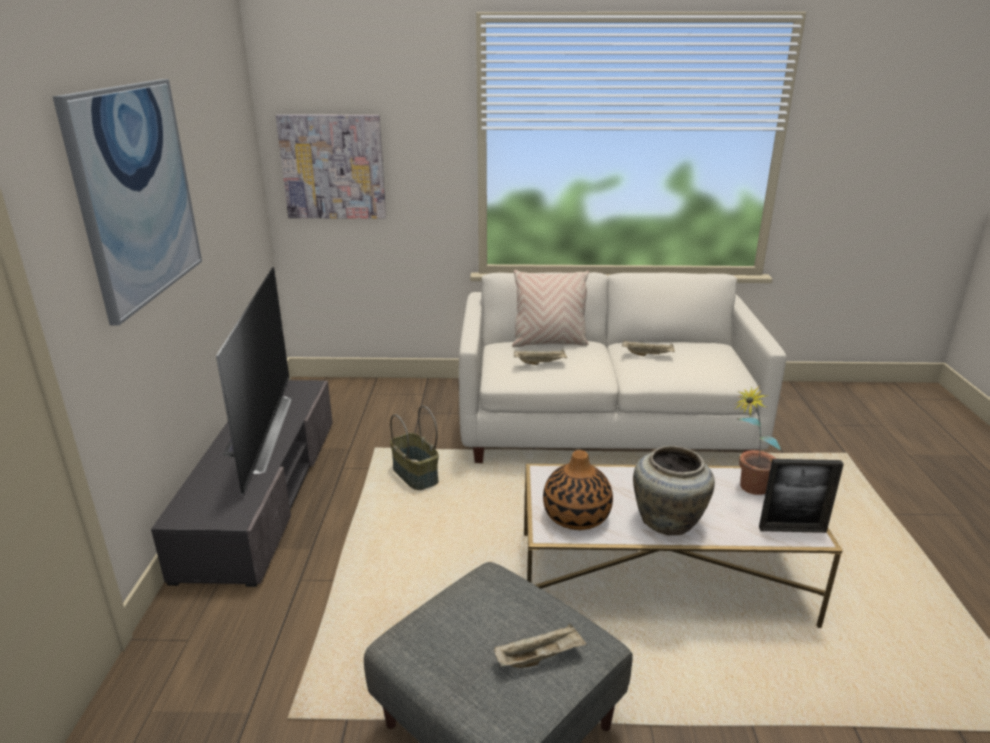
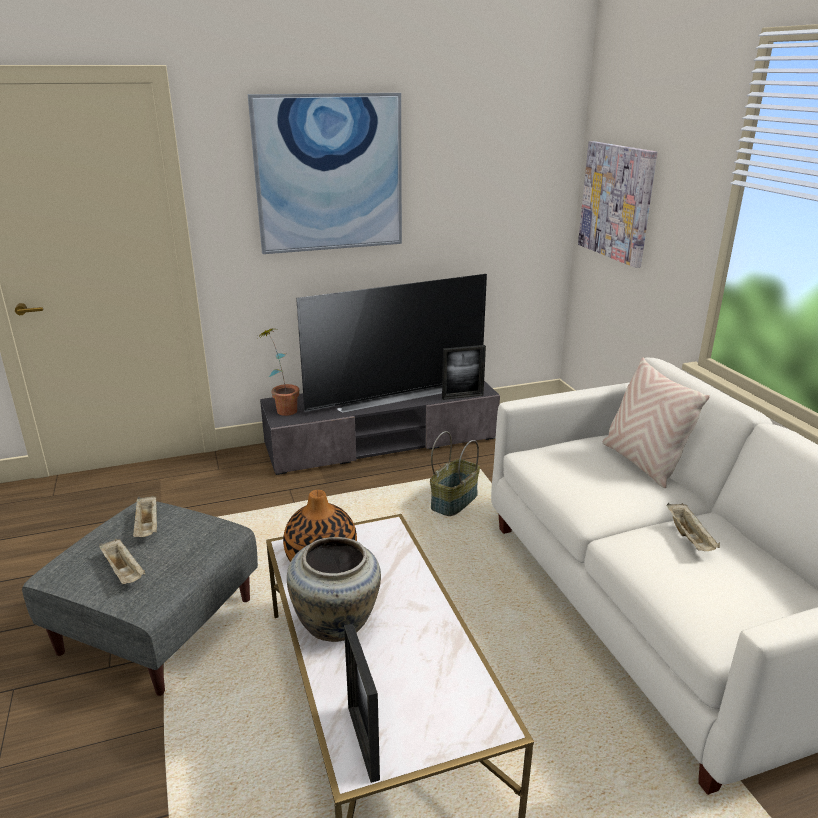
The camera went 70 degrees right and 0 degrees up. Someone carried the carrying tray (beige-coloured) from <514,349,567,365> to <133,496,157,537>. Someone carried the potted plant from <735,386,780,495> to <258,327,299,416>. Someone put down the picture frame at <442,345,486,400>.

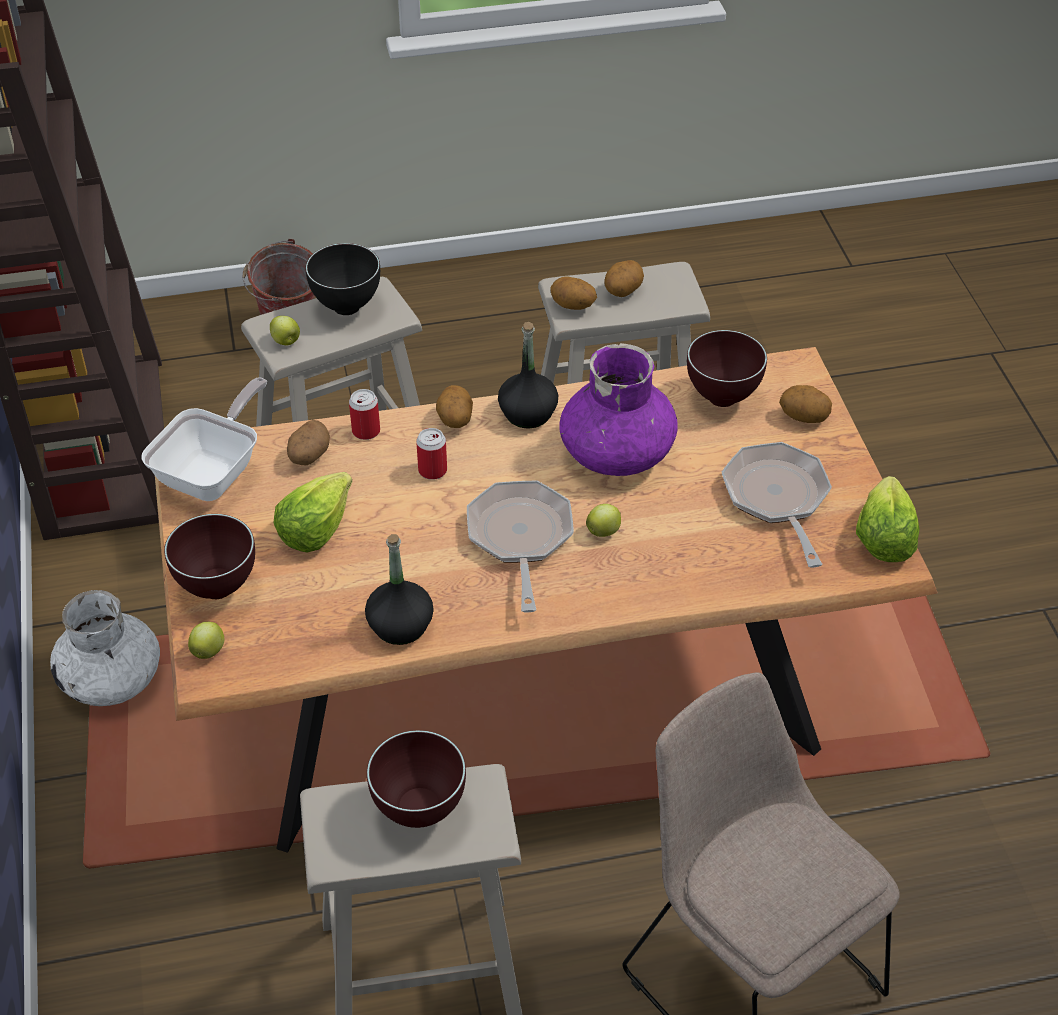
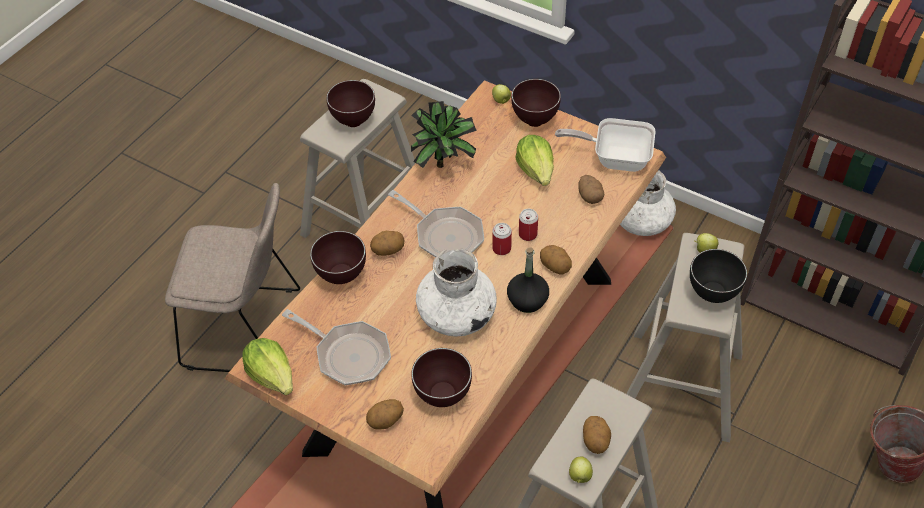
The camera went 135 degrees right and 5 degrees up. Someone put down the deep dish (brown) at <310,231,366,284>. Someone carried the spud from <550,277,597,310> to <370,231,404,256>. Someone swapped the beverage bottle (black-coloured) at <365,534,434,645> for the potted plant at <411,101,477,168>. Someone repainted the decorative vase (purplish) at <559,343,677,476>, which became the decorative vase (white-coloured) at <416,248,497,337>. Someone carried the metal can from <349,389,380,440> to <492,223,512,255>. Someone rotated the skillet at <141,378,267,501> by 120 degrees clockwise. Someone carried the whole apple from <586,504,621,537> to <569,457,593,483>.

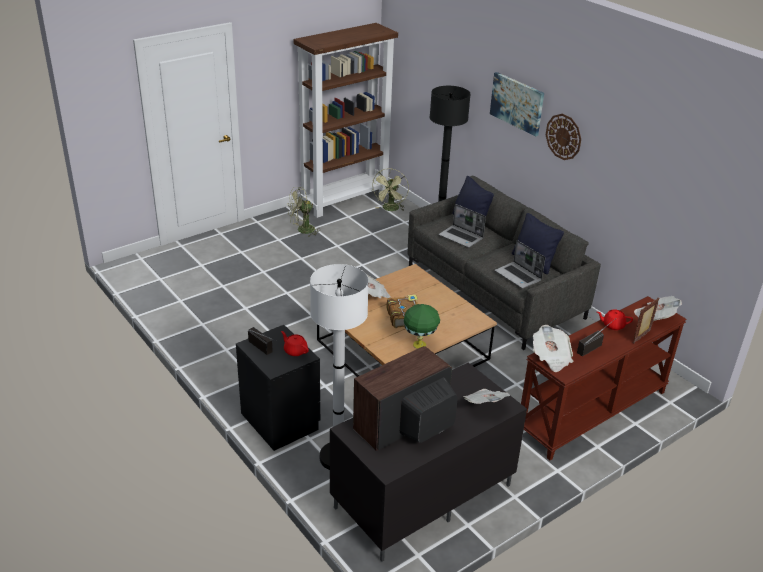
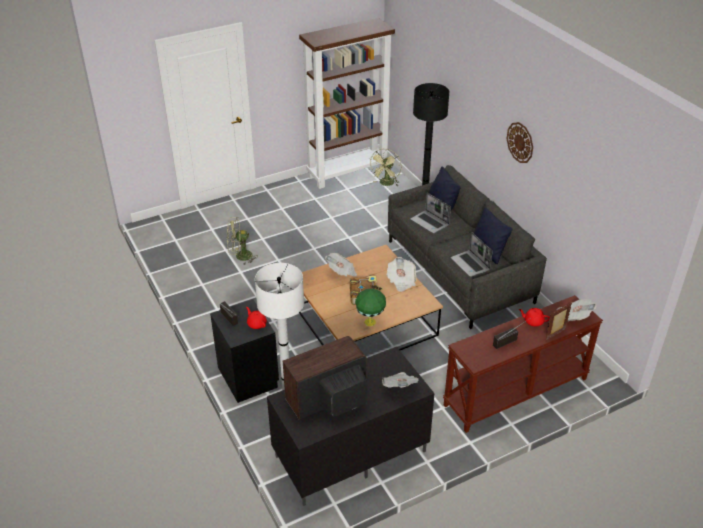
The camera went 10 degrees right and 5 degrees up. Someone carried the electric fan (greenish) from <288,187,321,237> to <227,217,258,265>. Someone carried the newspaper from <533,325,574,372> to <387,257,416,292>. Someone took away the picture at <490,72,544,136>.

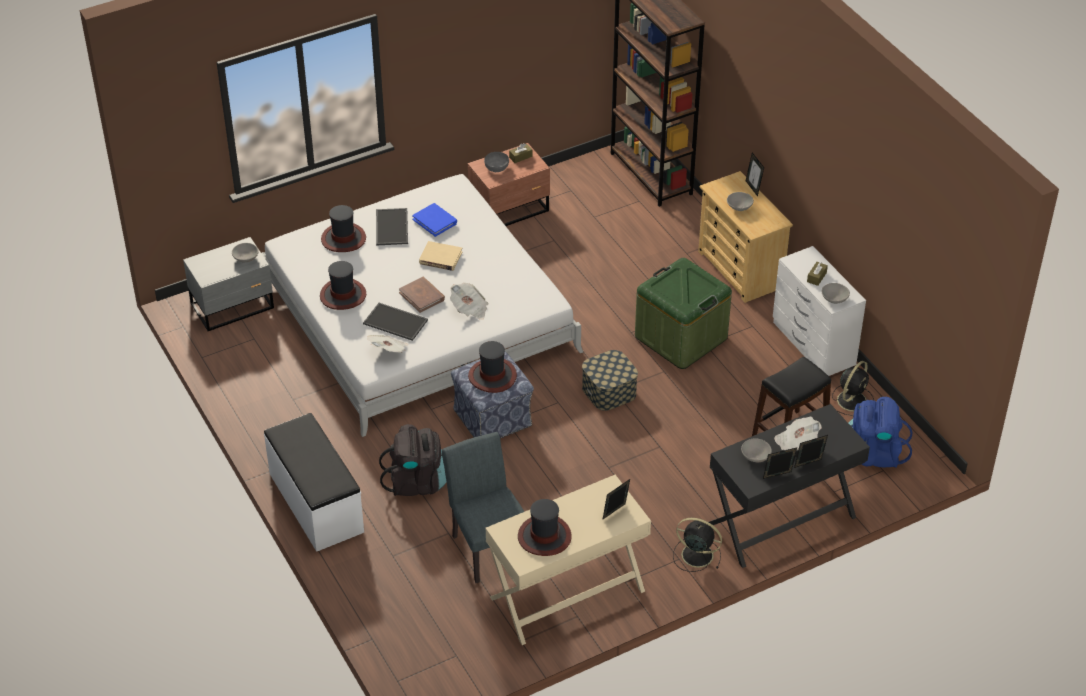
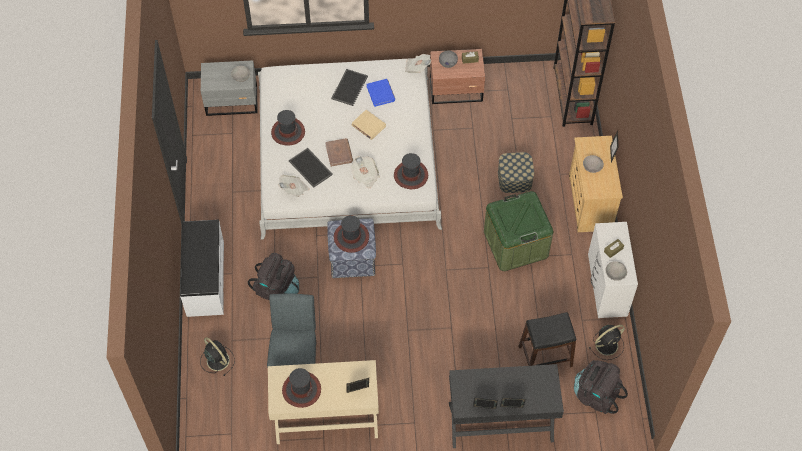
The camera went 25 degrees right and 15 degrees up. Someone carried the electric fan (black-coloured) from <673,518,722,572> to <200,337,235,376>. Someone carried the wearable hat from <321,205,366,252> to <394,153,428,189>. Someone carried the newspaper from <774,417,822,450> to <405,54,431,73>. Someone carried the storage bin from <582,350,638,411> to <498,152,534,193>. Someone repainted the rucksack (blue) at <849,397,912,468>, which became the rucksack (black-coloured) at <574,360,628,414>. Someone took away the deep dish (gray) at <741,438,772,462>.

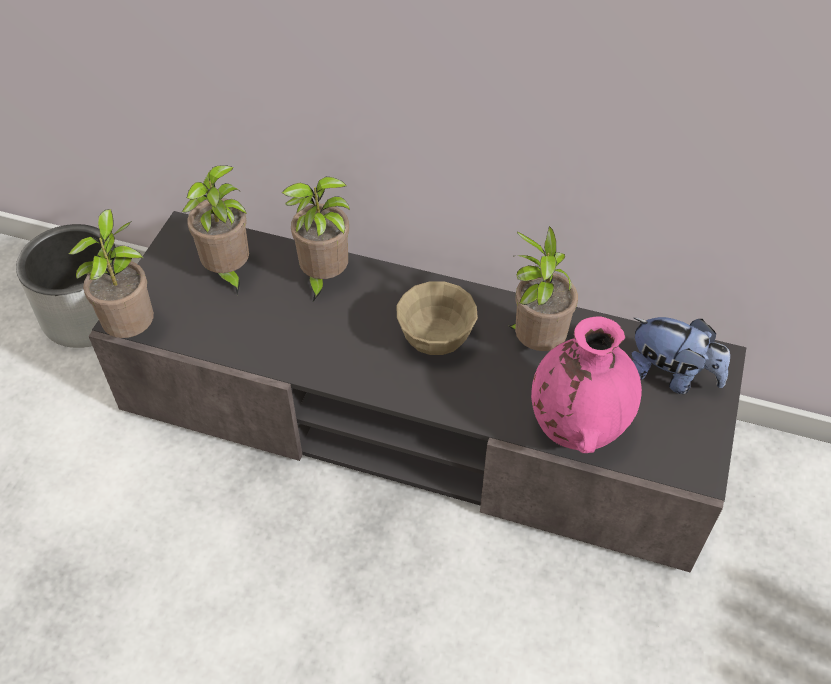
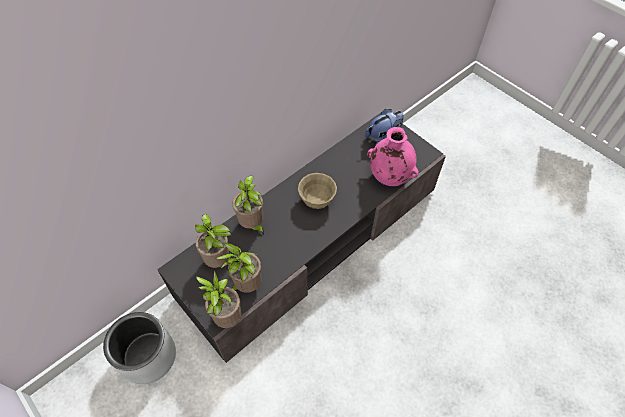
The camera went 60 degrees left and 5 degrees up. Someone carried the potted plant from <509,226,578,351> to <216,243,262,293>.

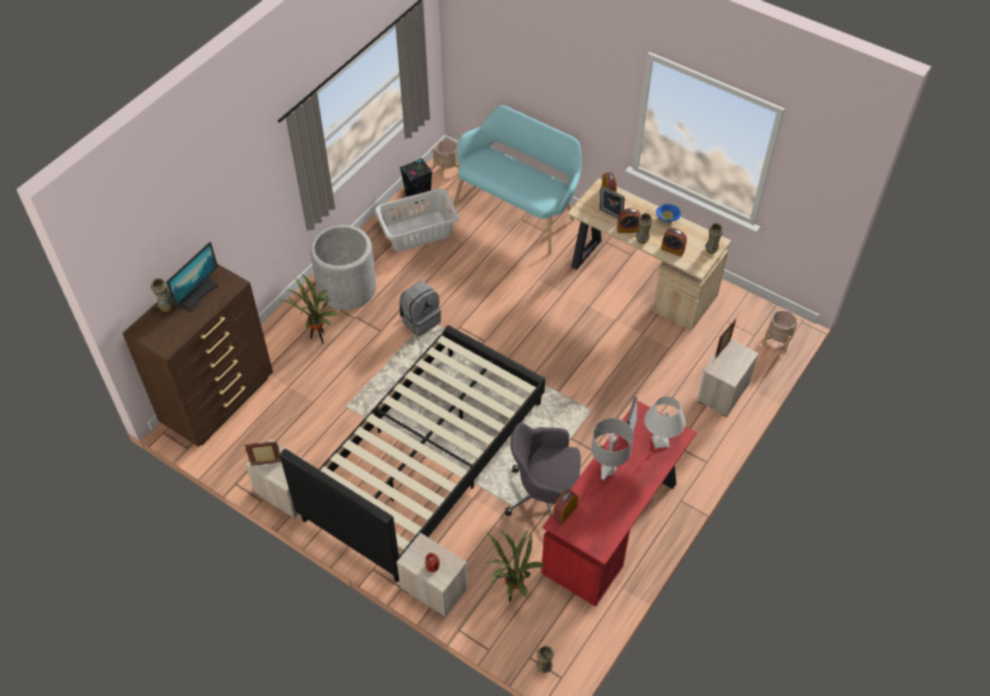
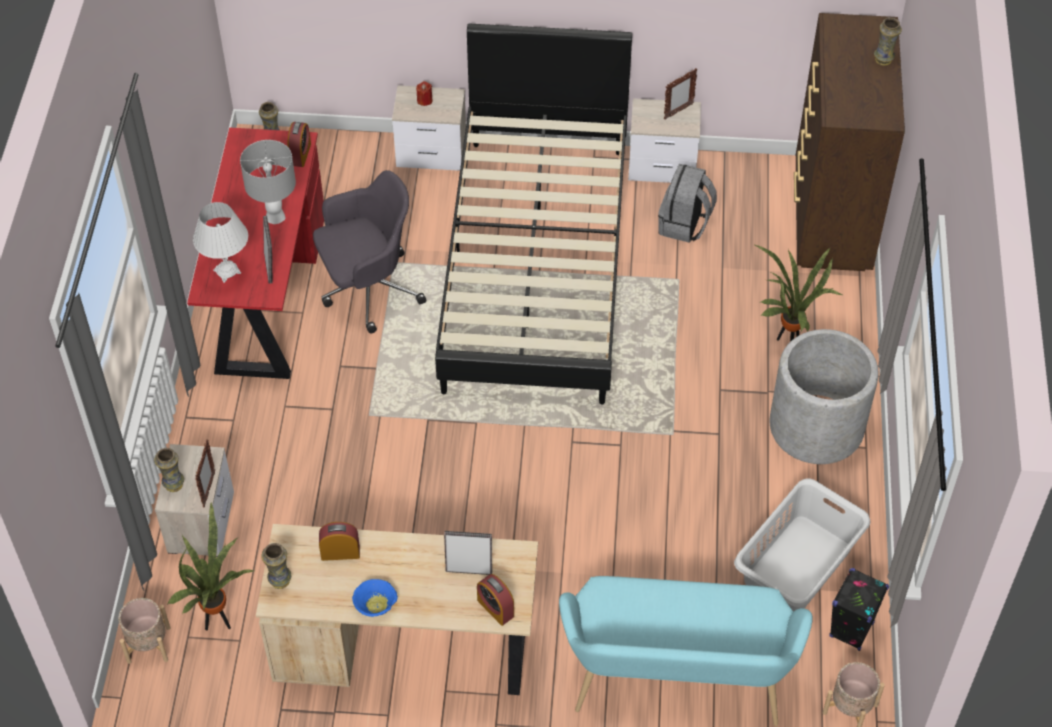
The camera went 150 degrees right and 0 degrees up. Someone carried the decorative vase from <636,213,653,244> to <154,448,184,492>. Someone carried the potted plant from <486,529,545,601> to <167,501,256,630>. Someone carried the rucksack (gray) from <399,281,441,337> to <658,164,717,243>. Someone took away the computer display at <166,242,218,310>. Someone took away the bedside clock at <617,208,641,233>.

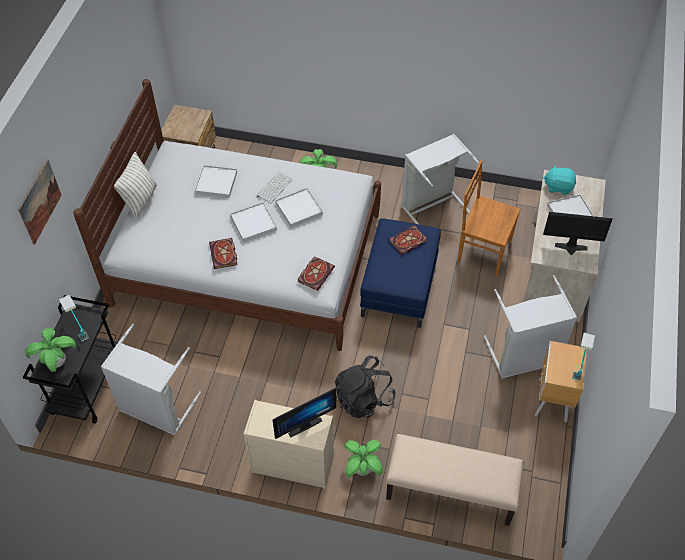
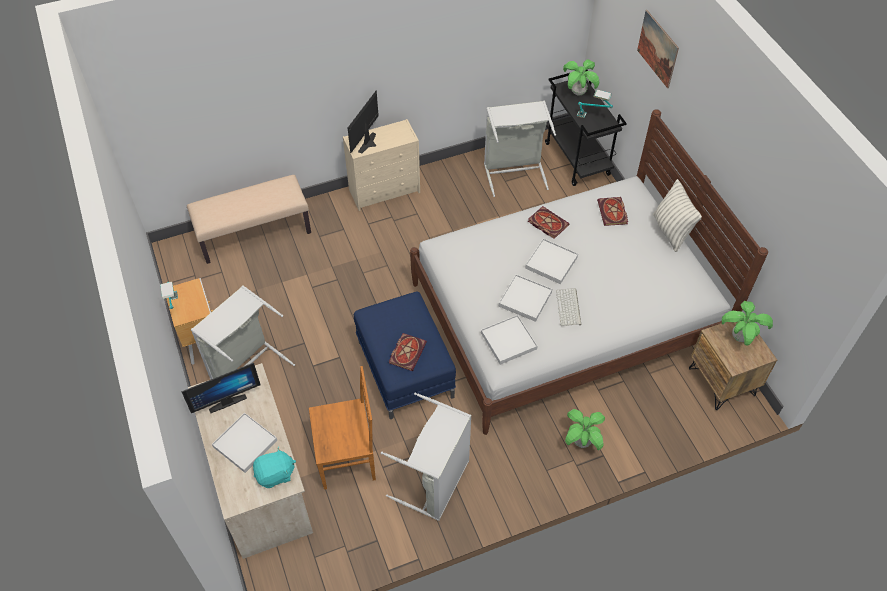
The camera went 145 degrees right and 0 degrees up. Someone carried the carrying tray (white-coloured) from <195,165,237,198> to <481,315,537,365>. Someone carried the book from <297,256,335,291> to <597,197,628,226>. Someone carried the potted plant from <344,440,383,478> to <722,301,773,345>. Someone took away the rucksack (black-coloured) at <335,356,396,418>.

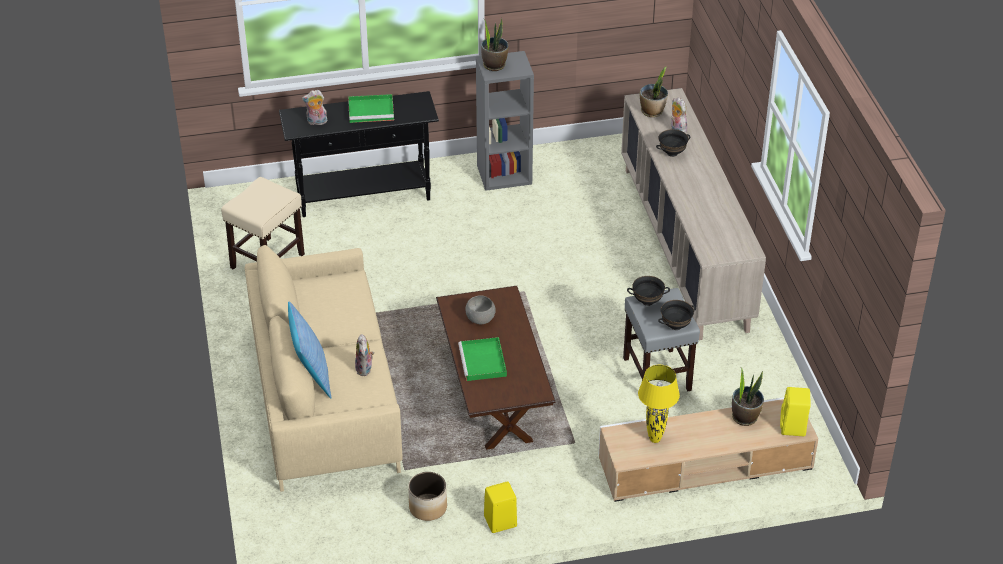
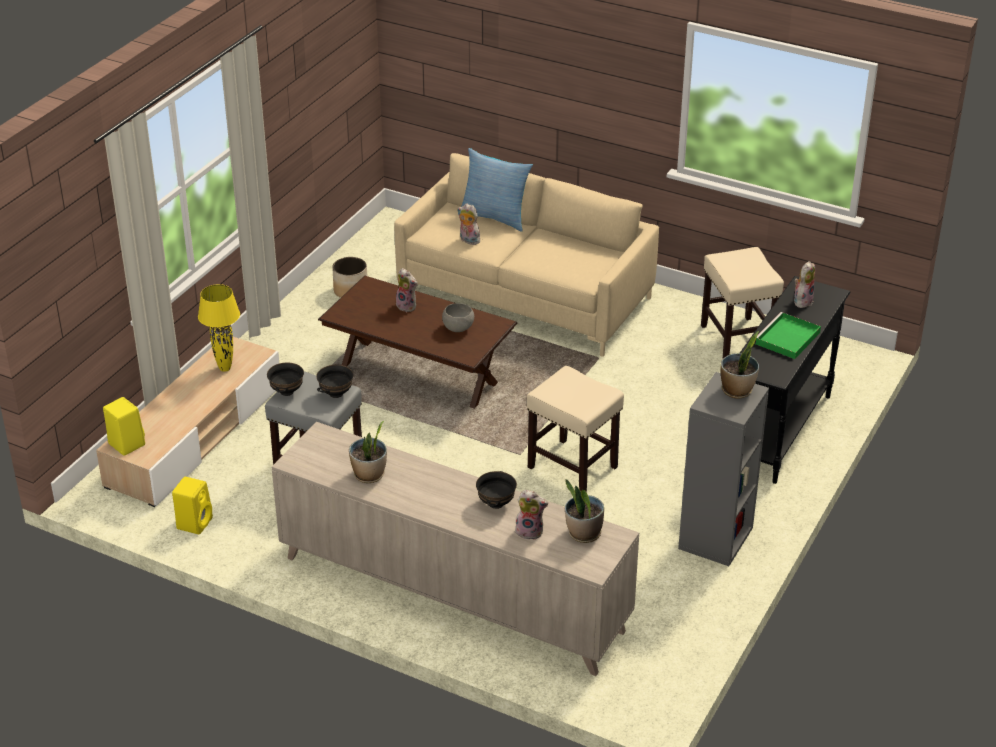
The camera went 130 degrees right and 5 degrees down. Someone carried the loudspeaker (yellowish) from <484,482,517,533> to <172,477,213,534>. Someone carried the potted plant from <732,368,764,426> to <349,421,387,483>. Someone swapped the carrying tray (greenish) at <458,337,507,381> for the cuddly toy at <396,268,418,312>. Someone put down the stool seat (beige-coloured) at <527,366,624,493>.

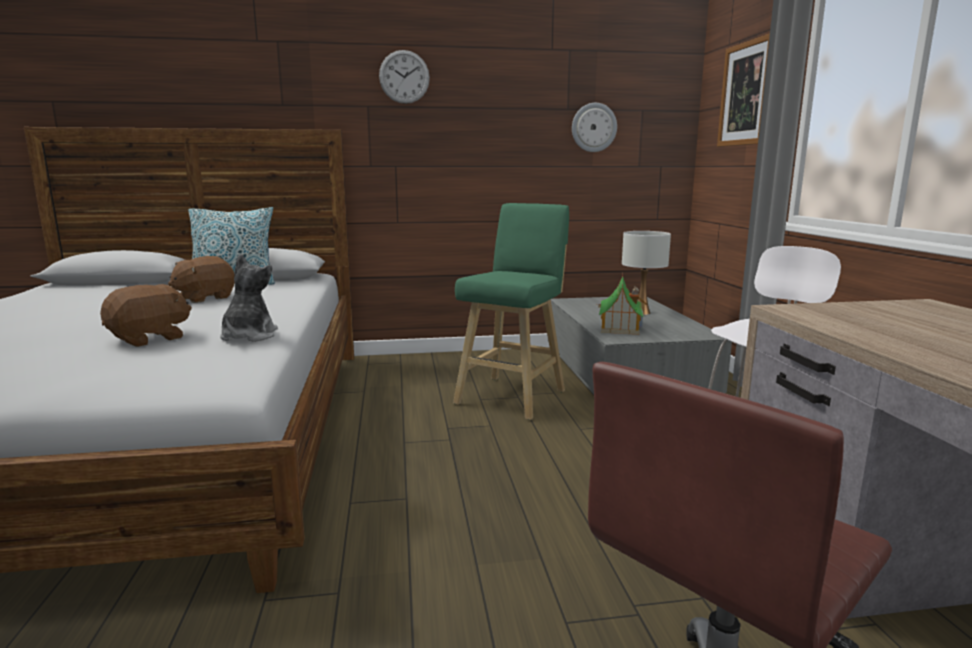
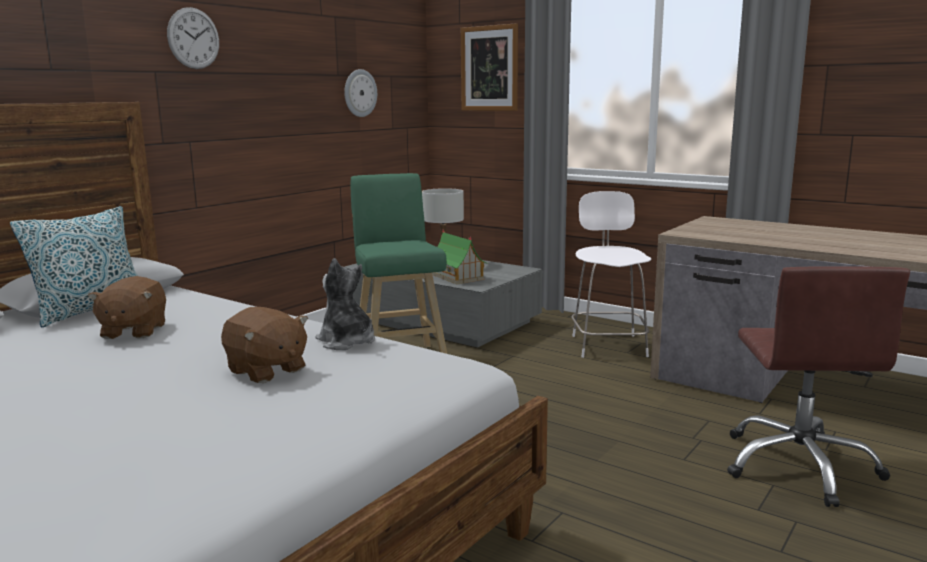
The camera went 45 degrees left and 0 degrees up. Someone rotated the cuddly toy (brown) at <100,284,192,347> by 135 degrees clockwise.

